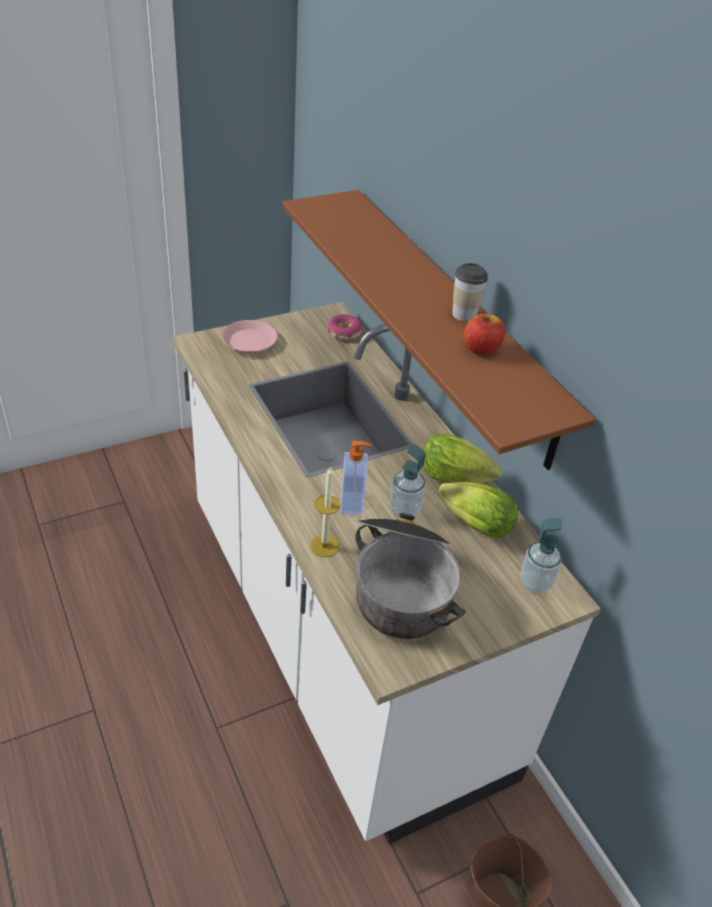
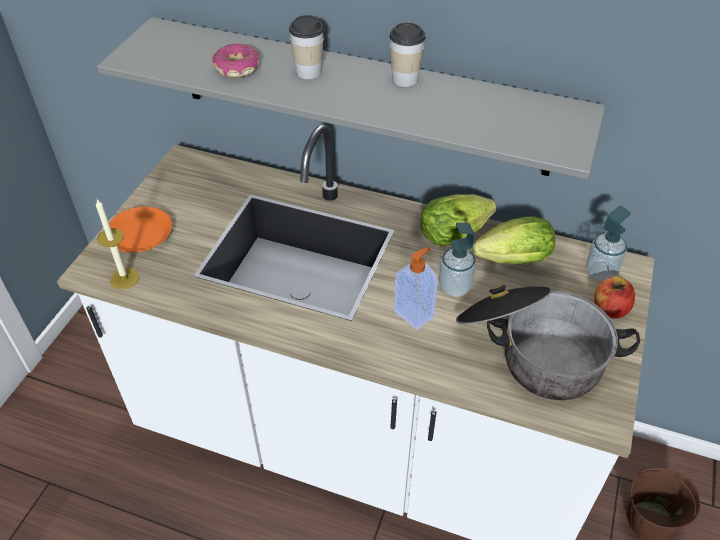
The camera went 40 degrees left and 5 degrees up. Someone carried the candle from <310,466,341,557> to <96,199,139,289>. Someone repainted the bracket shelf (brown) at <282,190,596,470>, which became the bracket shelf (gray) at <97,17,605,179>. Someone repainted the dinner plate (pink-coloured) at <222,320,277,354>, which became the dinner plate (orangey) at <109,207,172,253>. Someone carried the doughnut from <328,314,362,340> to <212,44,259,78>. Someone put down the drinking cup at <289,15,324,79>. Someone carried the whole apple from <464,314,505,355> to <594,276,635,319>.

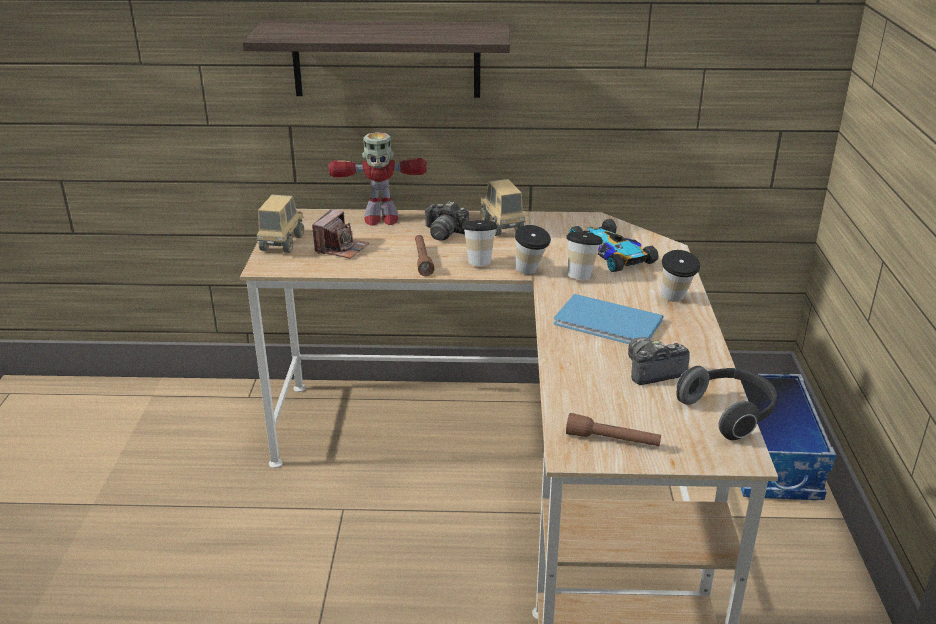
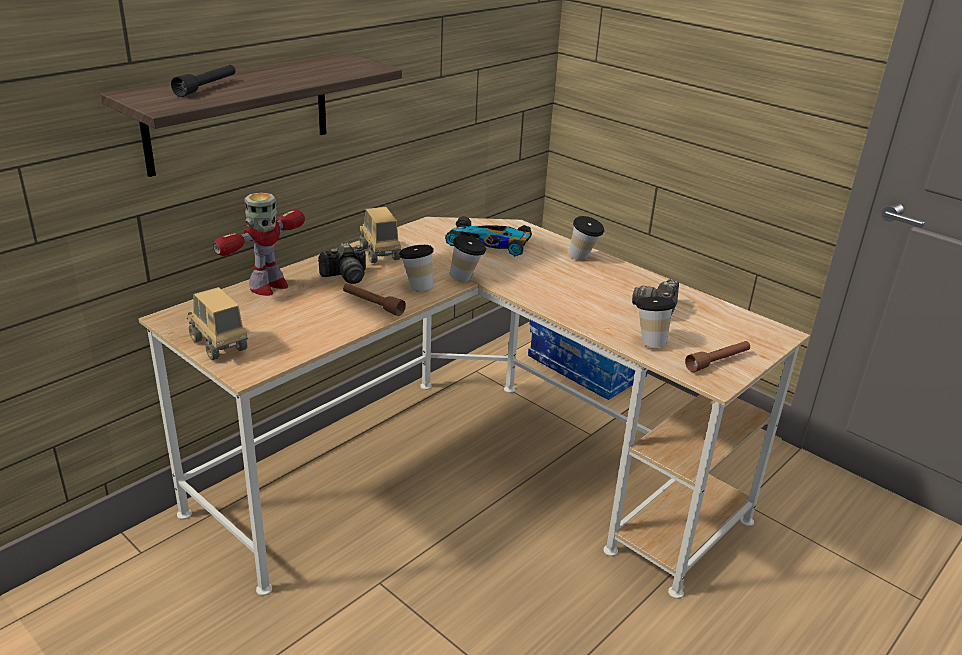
The camera went 50 degrees left and 0 degrees up. Someone put down the flashlight (black-coloured) at <171,65,235,97>. Someone rotated the toy truck at <480,179,525,236> by 45 degrees clockwise. Someone carried the drinking cup from <566,232,603,280> to <636,297,675,347>. Someone took away the photo camera at <312,209,369,259>. Someone took away the book (blue) at <553,294,663,344>. Someone took away the headset at <676,366,777,440>.

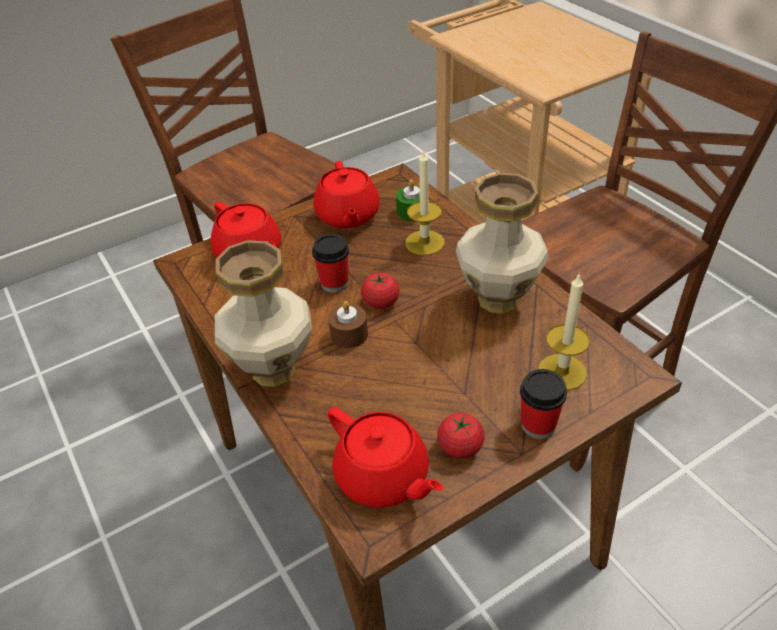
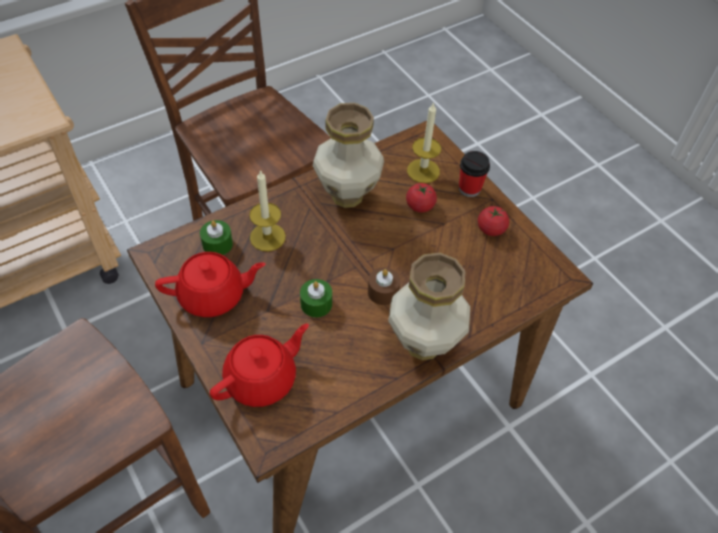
The camera went 95 degrees left and 10 degrees up. Someone swapped the drinking cup at <312,234,349,293> for the candle (greenish) at <300,279,332,318>. Someone carried the fresh tomato from <361,273,400,309> to <406,183,437,212>. Someone took away the tea pot (reddish) at <328,407,443,508>.

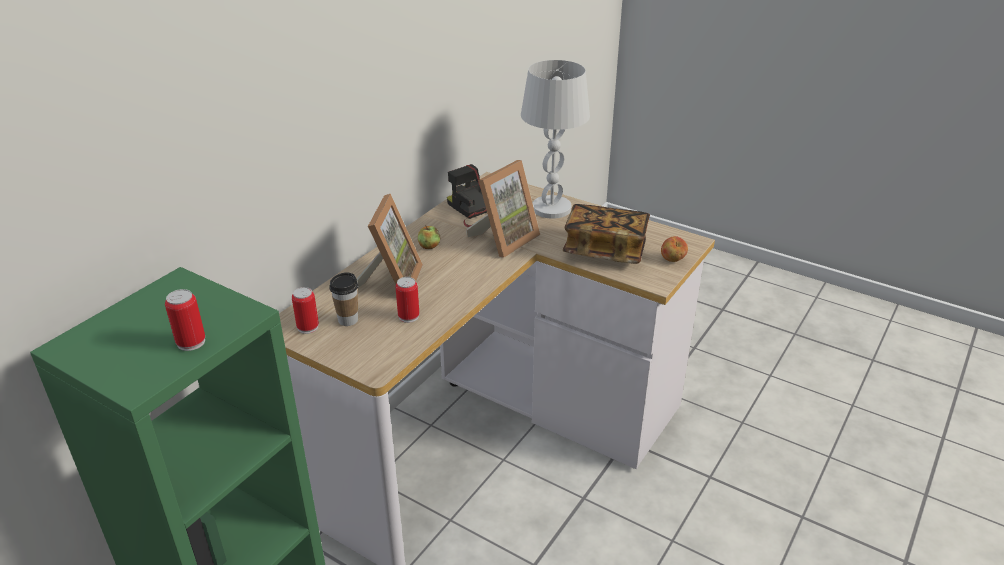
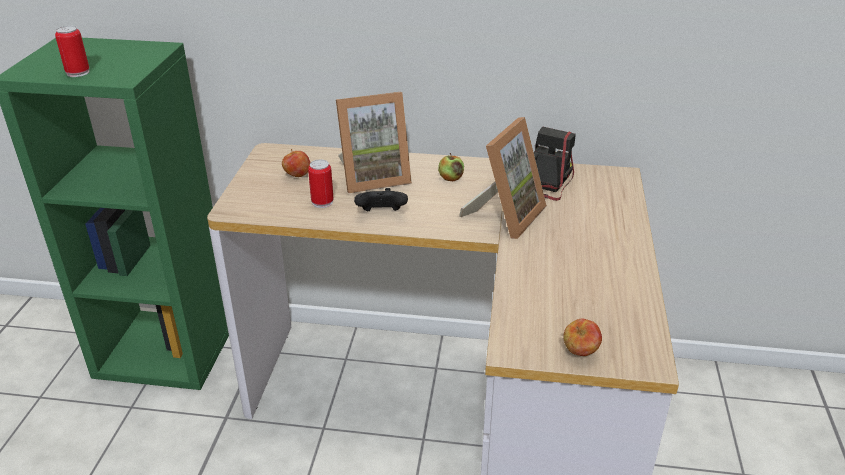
The camera went 65 degrees right and 0 degrees up. Someone swapped the drinking cup at <329,272,358,326> for the whole apple at <282,149,310,177>. Someone put down the gamepad (black-coloured) at <354,188,408,211>. Someone rotated the picture frame at <466,160,540,258> by 75 degrees counterclockwise. Someone took away the metal can at <292,287,319,334>. Someone took away the tabletop lamp (white-coloured) at <521,60,590,219>. Someone took away the book at <563,204,650,264>.

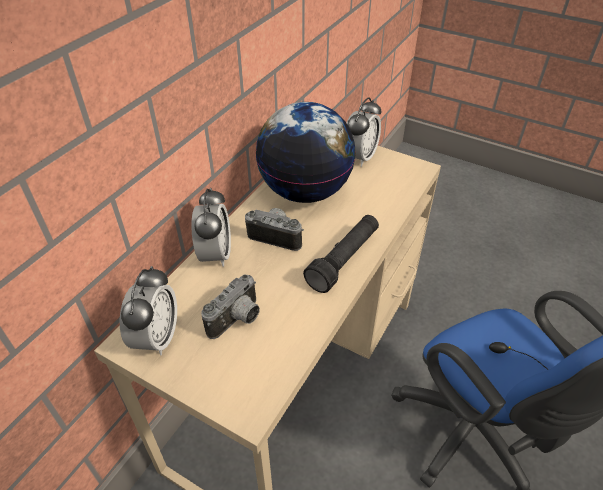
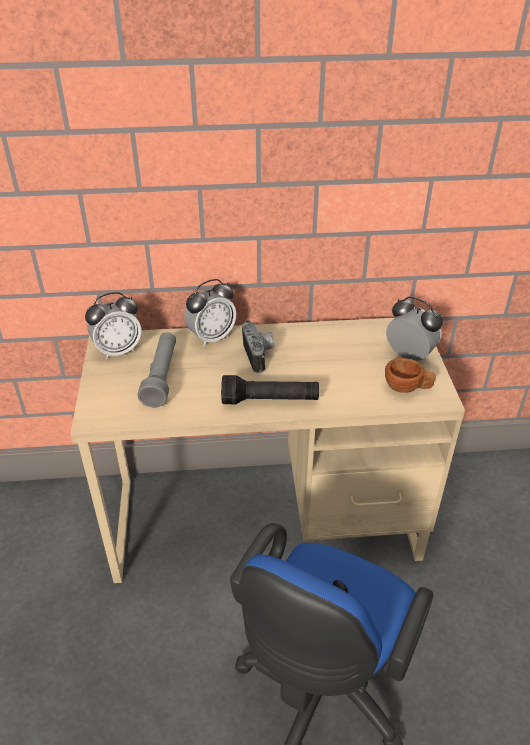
The camera went 55 degrees right and 5 degrees down. Someone swapped the photo camera at <201,274,260,339> for the flashlight (gray) at <138,332,176,407>. Someone put down the drinking cup (brown) at <385,358,436,393>. Someone rotated the bedside clock at <347,97,381,167> by 135 degrees counterclockwise. Someone took away the world globe at <255,102,356,203>.

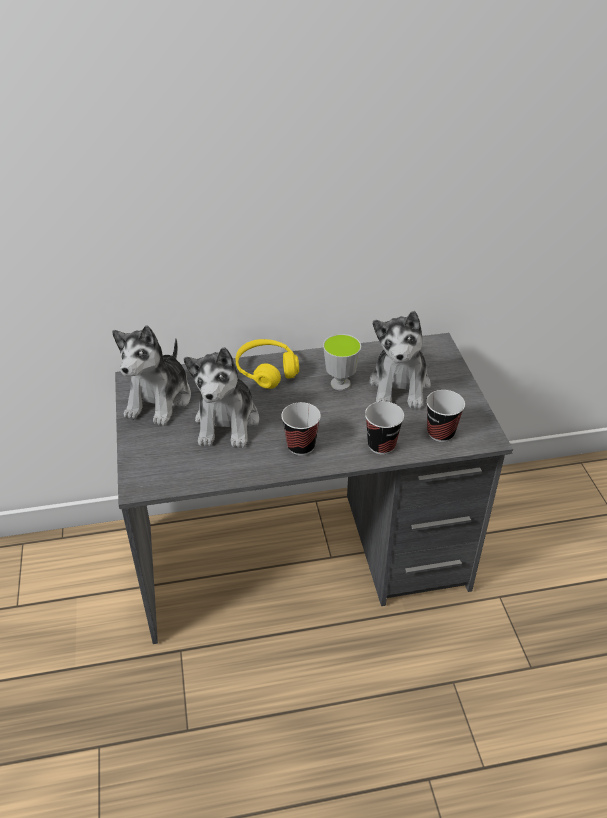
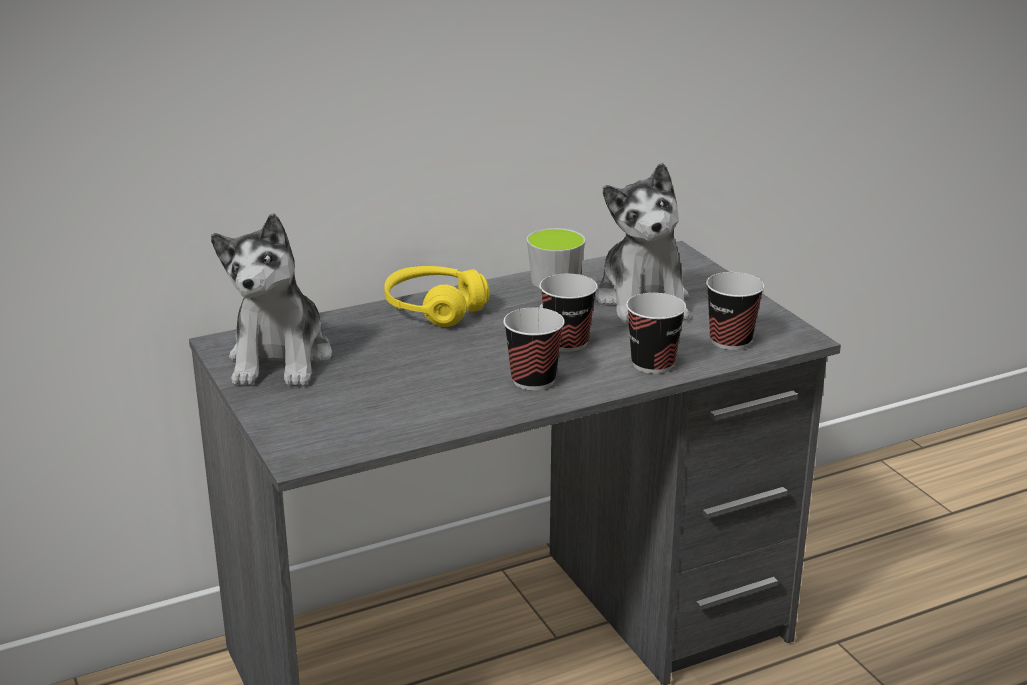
The camera went 15 degrees left and 15 degrees down. Someone put down the drinking cup at <539,274,597,352>. Someone took away the cuddly toy at <184,347,259,448>.

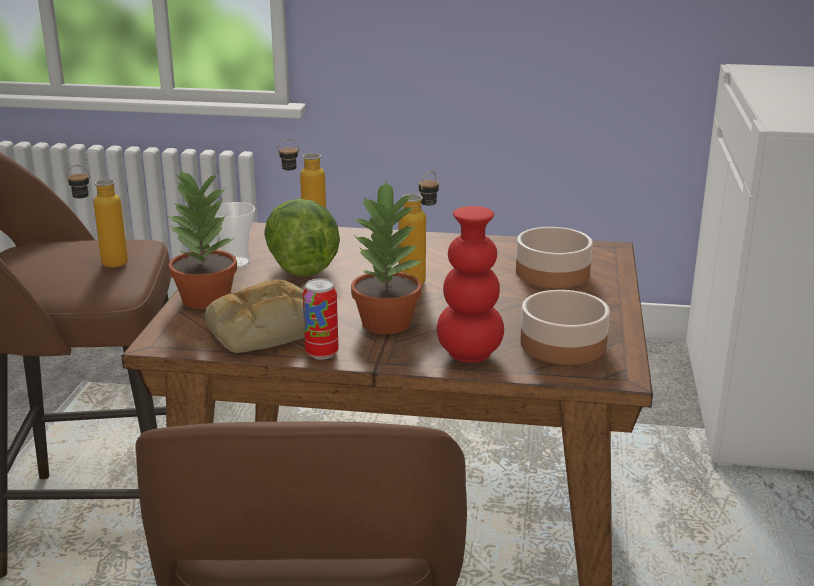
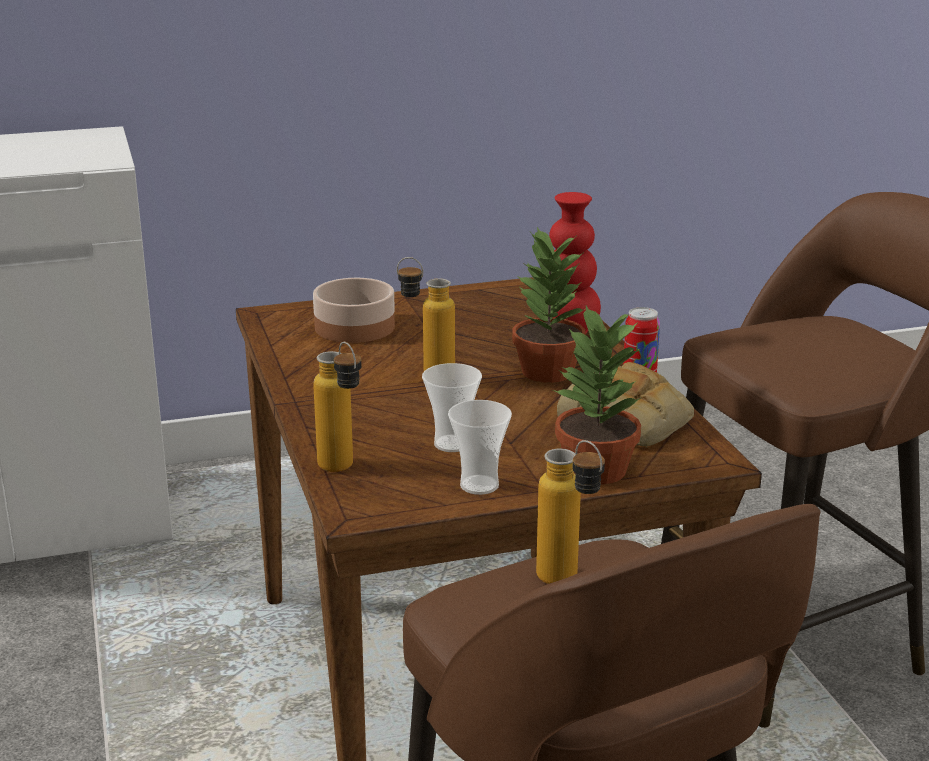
The camera went 115 degrees left and 0 degrees up. Someone swapped the lettuce at <264,199,340,277> for the drinking cup at <422,363,482,452>. Someone took away the deep dish at <520,290,610,365>.

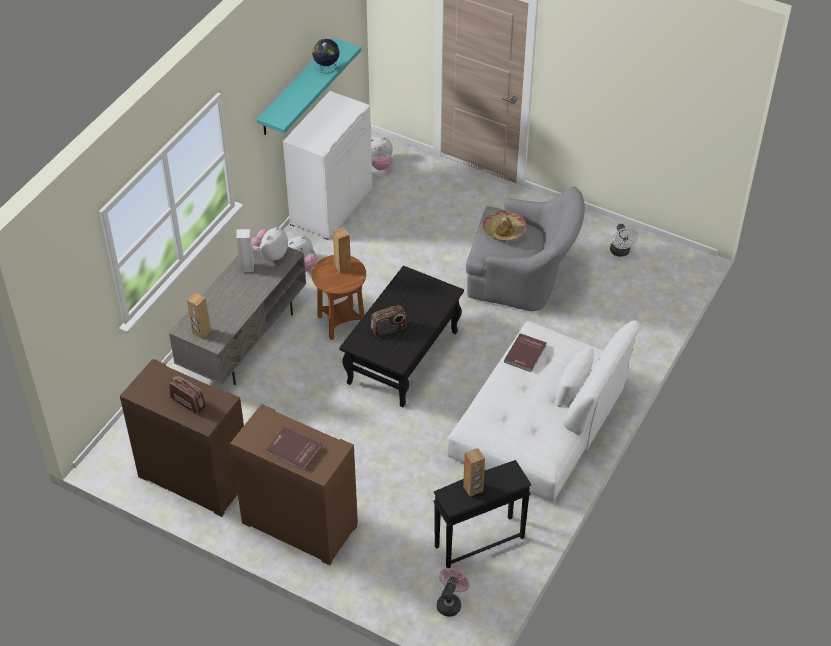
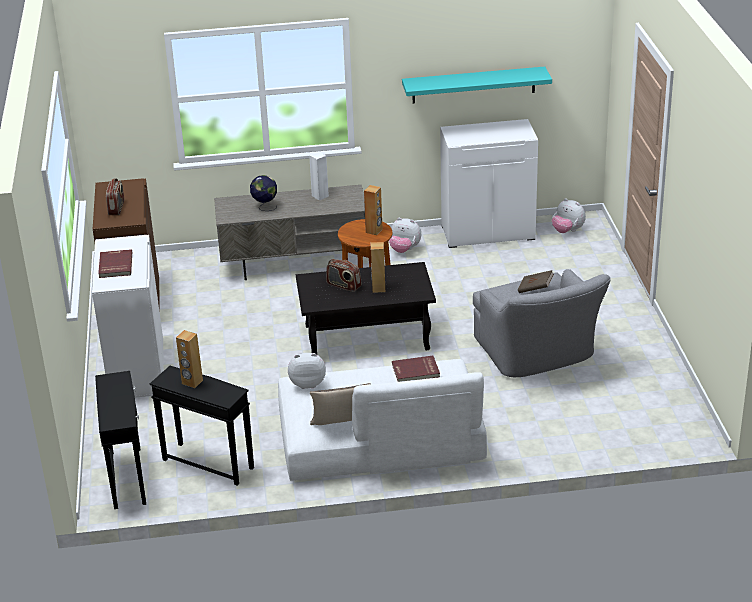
The camera went 55 degrees right and 15 degrees down. Someone repainted the cupboard (brown) at <230,404,358,565>, which became the cupboard (white-coloured) at <92,235,164,398>. Someone swapped the electric fan (pink-coloured) at <437,568,470,617> for the accent table (black-coloured) at <95,371,146,509>. Someone carried the world globe from <312,38,340,74> to <250,175,277,211>. Someone carried the cuddly toy from <251,227,288,261> to <288,353,326,389>. Someone put down the cushion at <310,383,371,425>. Someone carried the loudspeaker (brown) from <187,292,211,340> to <371,242,385,293>. Someone swapped the wearable hat at <482,210,526,241> for the book (brown) at <518,270,554,293>. Someone took away the electric fan (white-coloured) at <610,224,638,256>.

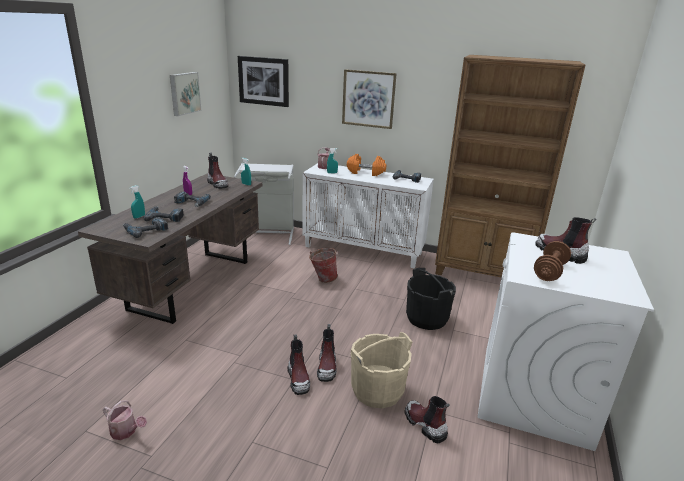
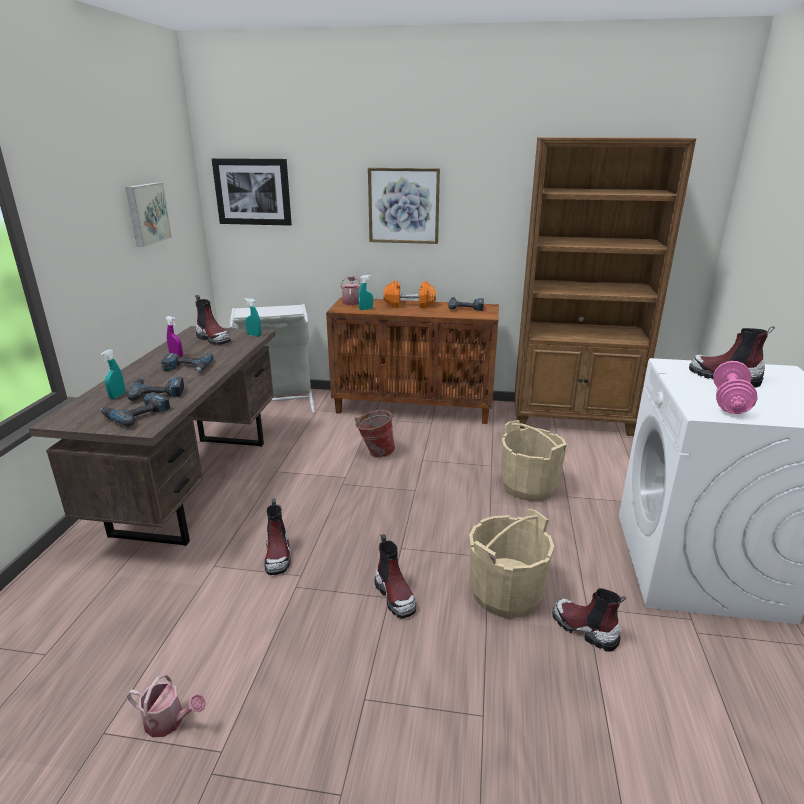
The camera went 10 degrees left and 0 degrees up. Someone carried the tall boot from <317,324,337,382> to <264,498,291,575>. Someone repainted the cupboard (white-coloured) at <302,163,434,268>, which became the cupboard (brown) at <326,298,499,424>. Someone repainted the pail (black-coloured) at <406,268,456,330>, which became the pail (beige-coloured) at <501,420,567,501>. Someone repainted the free weight (brown) at <534,241,571,281>, which became the free weight (pink-coloured) at <713,361,758,414>.

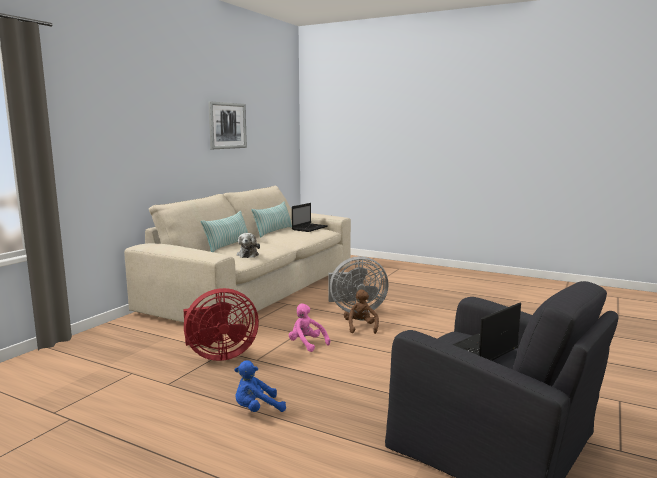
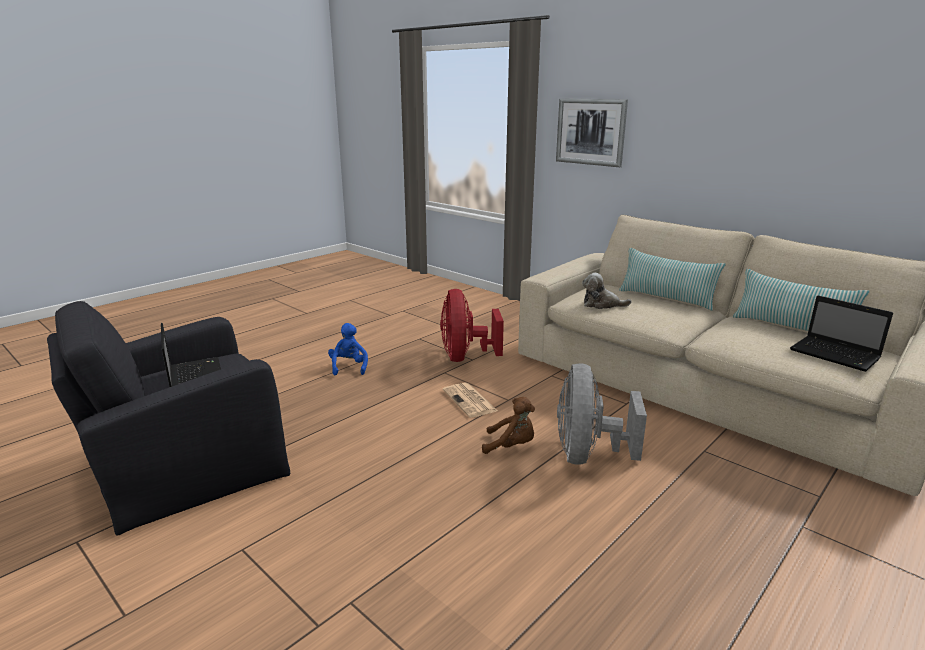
The camera went 105 degrees right and 10 degrees up. Someone swapped the cuddly toy (pink-coloured) at <289,304,330,352> for the newspaper at <443,383,498,418>. Someone carried the picture from <208,101,247,149> to <556,98,628,167>.

